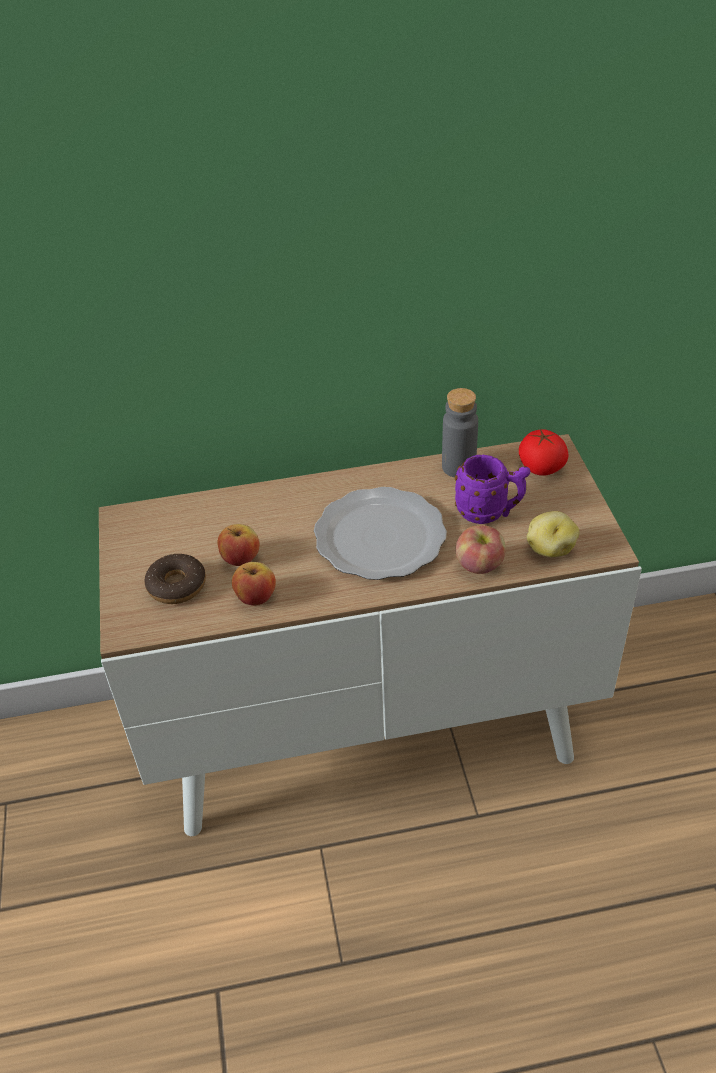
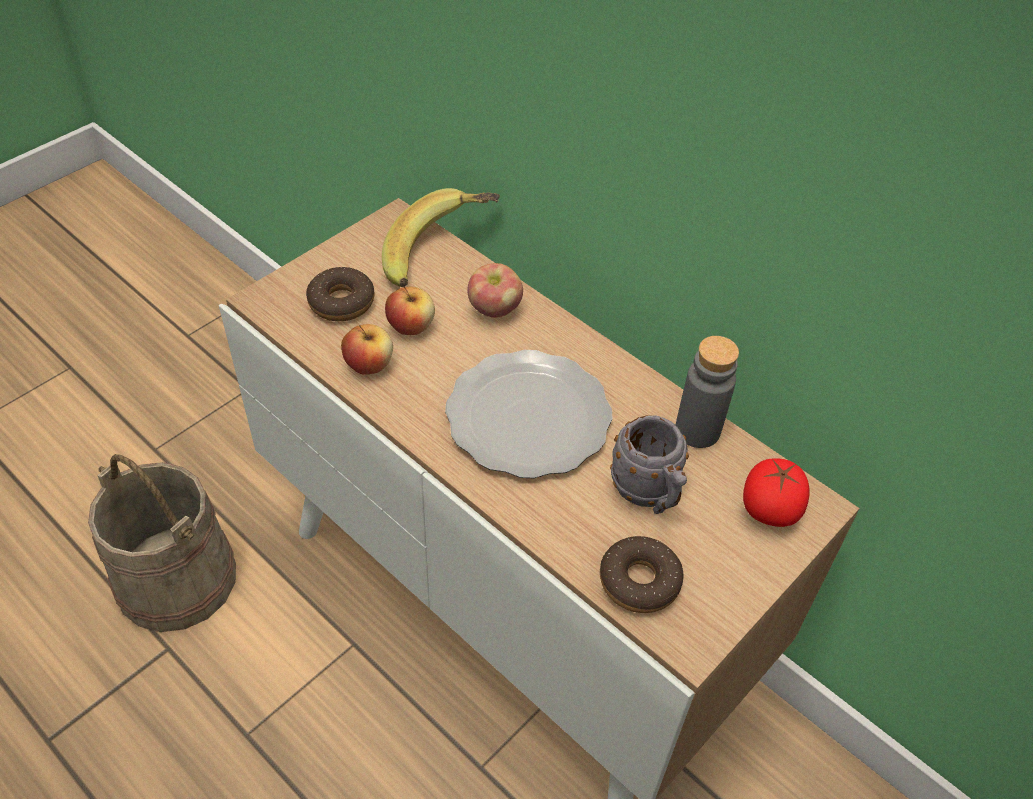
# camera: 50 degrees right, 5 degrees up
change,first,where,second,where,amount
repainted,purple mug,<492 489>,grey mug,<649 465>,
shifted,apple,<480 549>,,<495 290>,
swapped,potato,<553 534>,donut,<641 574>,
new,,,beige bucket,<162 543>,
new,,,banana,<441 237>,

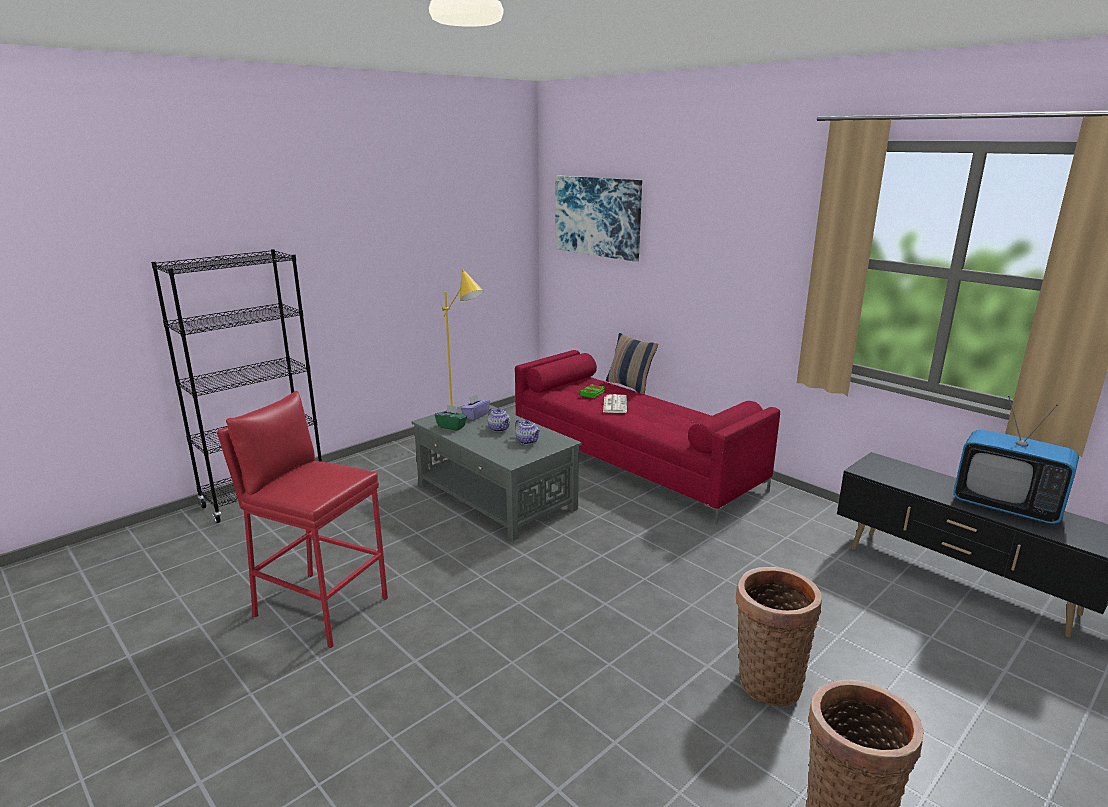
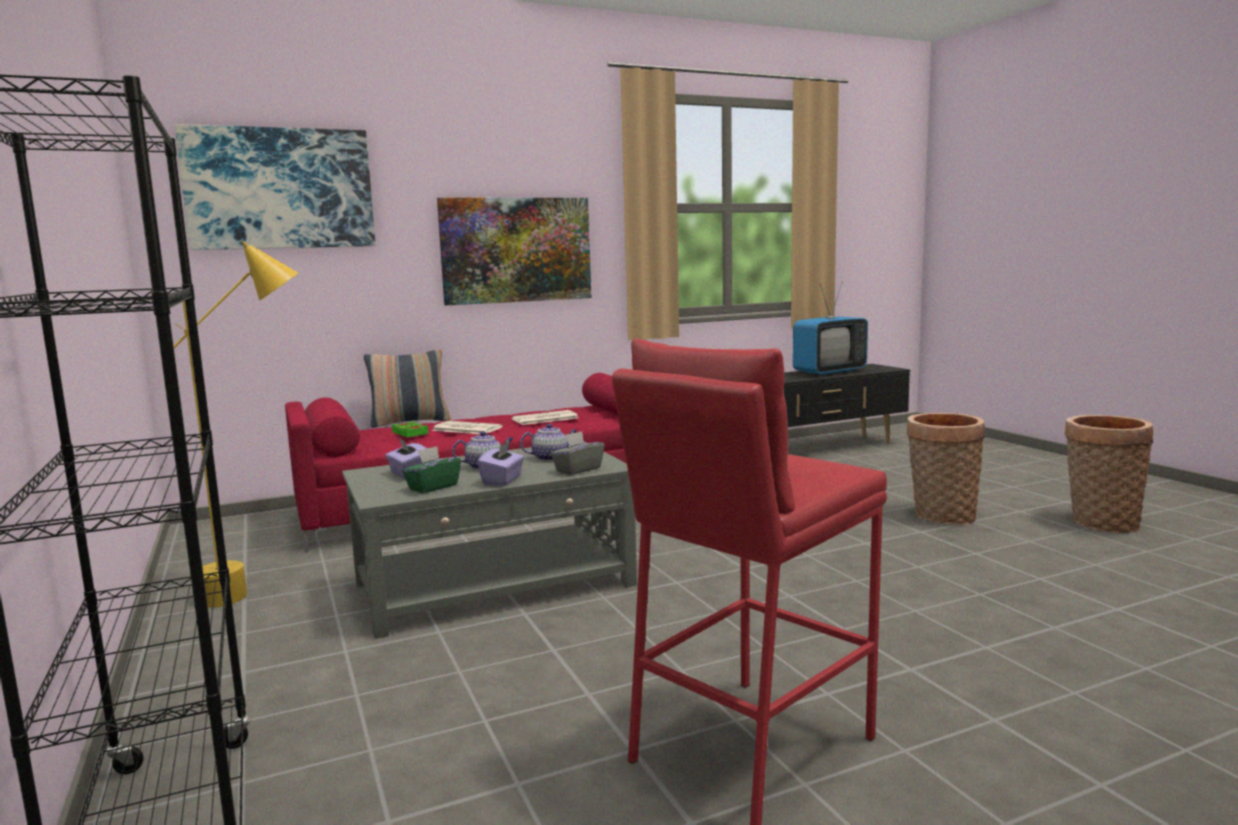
# camera: 70 degrees left, 10 degrees down
change,first,where,second,where,amount
new,,,picture,<514 251>,
new,,,purple tissue box,<500 463>,
new,,,newspaper,<545 417>,
new,,,grey tissue box,<578 453>,

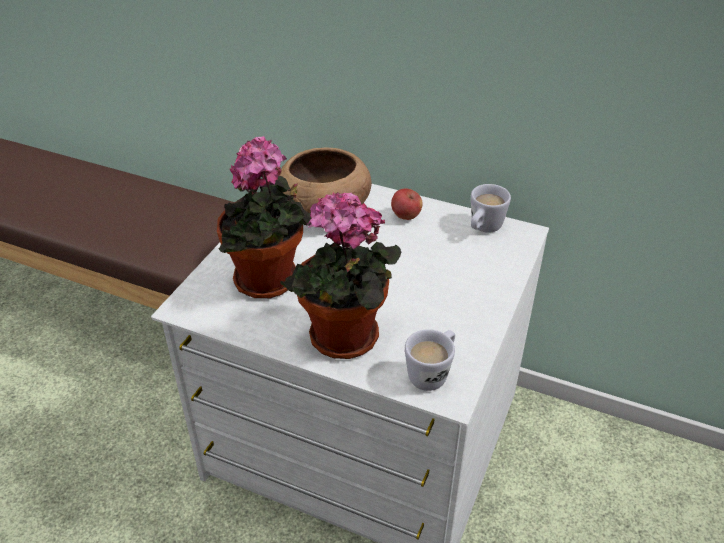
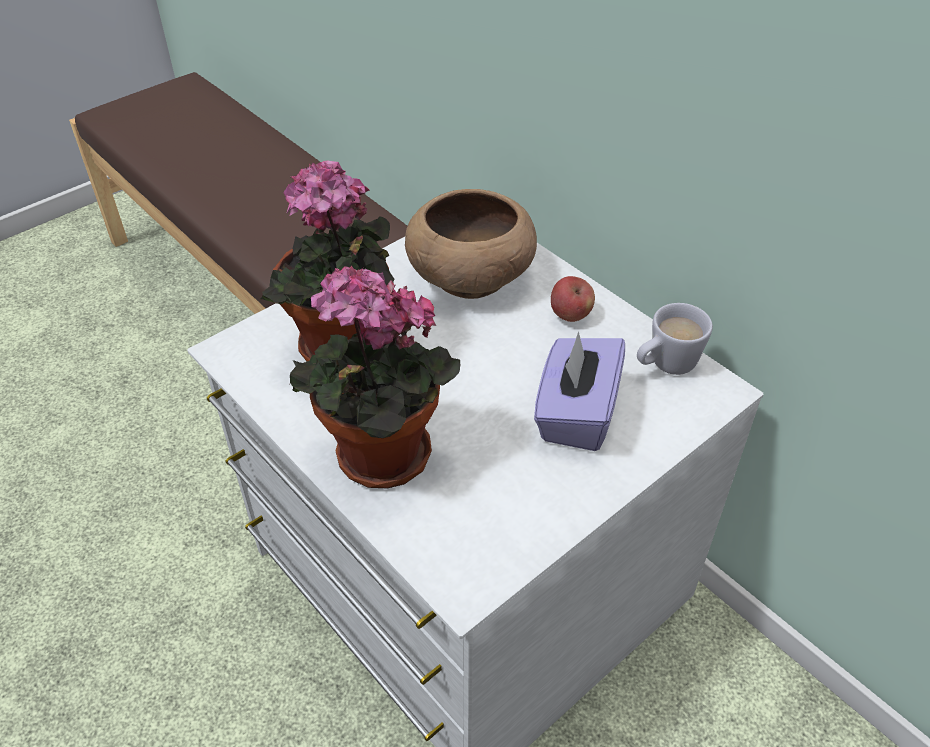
# camera: 25 degrees right, 5 degrees up
change,first,where,second,where,amount
gone,white mug,<430 360>,,,
new,,,purple tissue box,<579 391>,

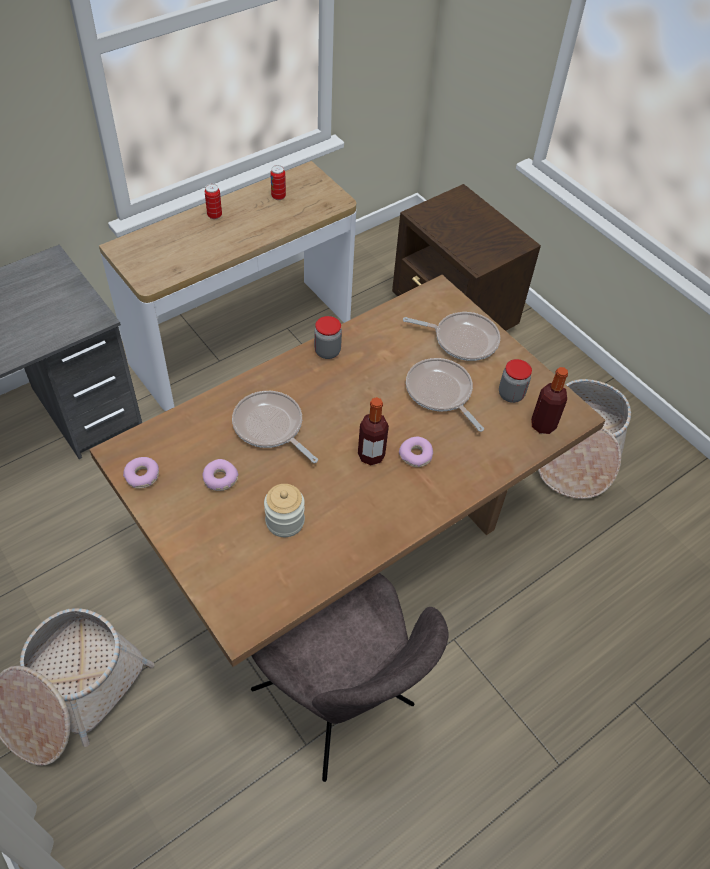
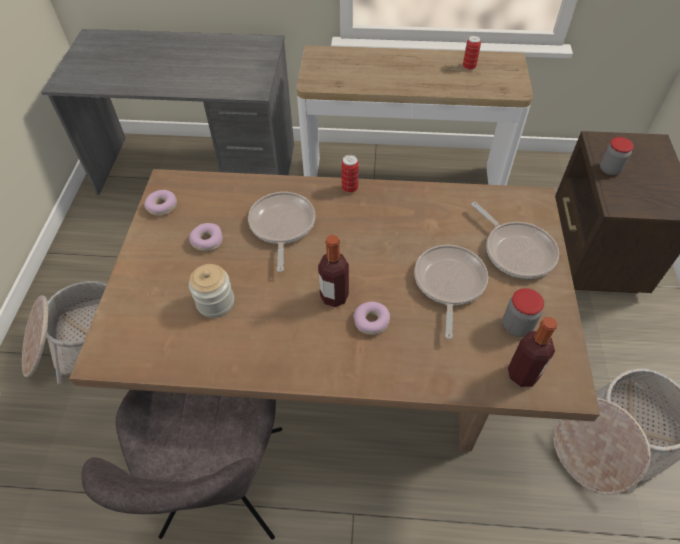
# camera: 45 degrees right, 0 degrees up
change,first,where,second,where,amount
shifted,can,<213 201>,,<350 174>,
shifted,jar,<328 337>,,<617 156>,

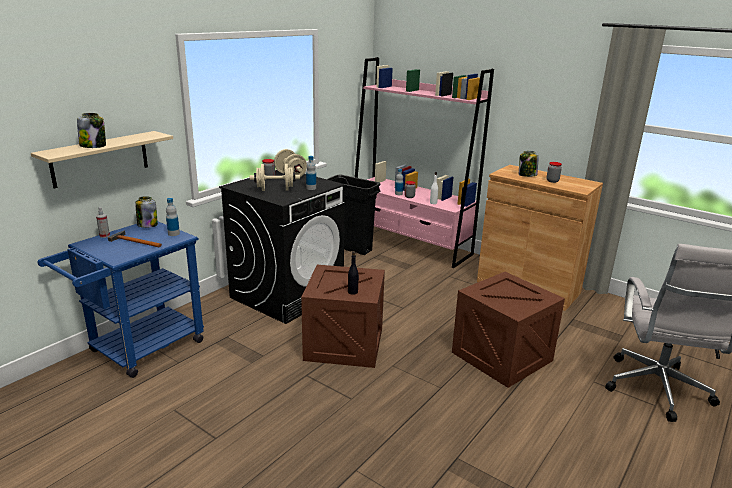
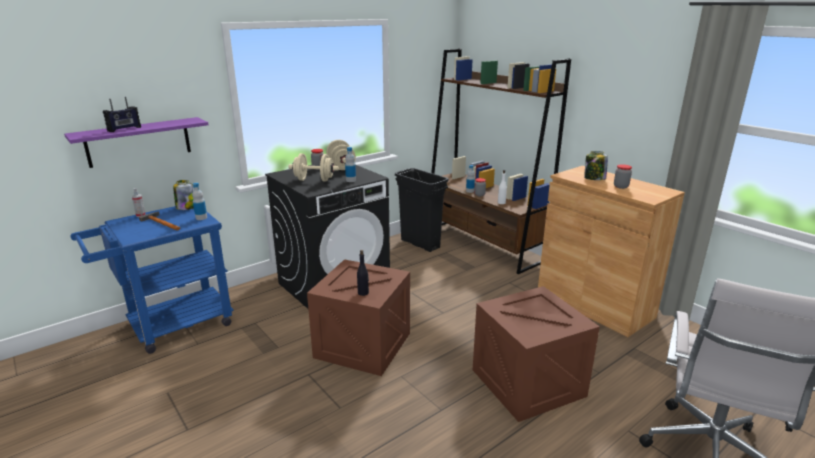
# camera: 15 degrees right, 0 degrees up
change,first,where,second,where,amount
repainted,beige shelf,<102 160>,purple shelf,<136 142>,
swapped,jar,<91 130>,radio,<122 114>,
repainted,pink bookcase,<424 162>,brown bookcase,<501 161>,

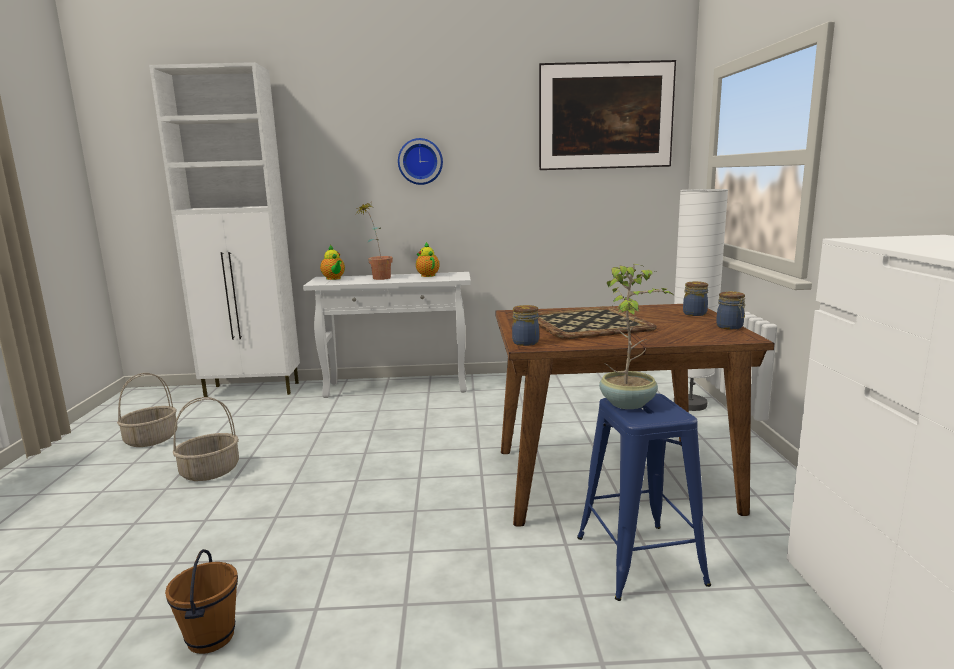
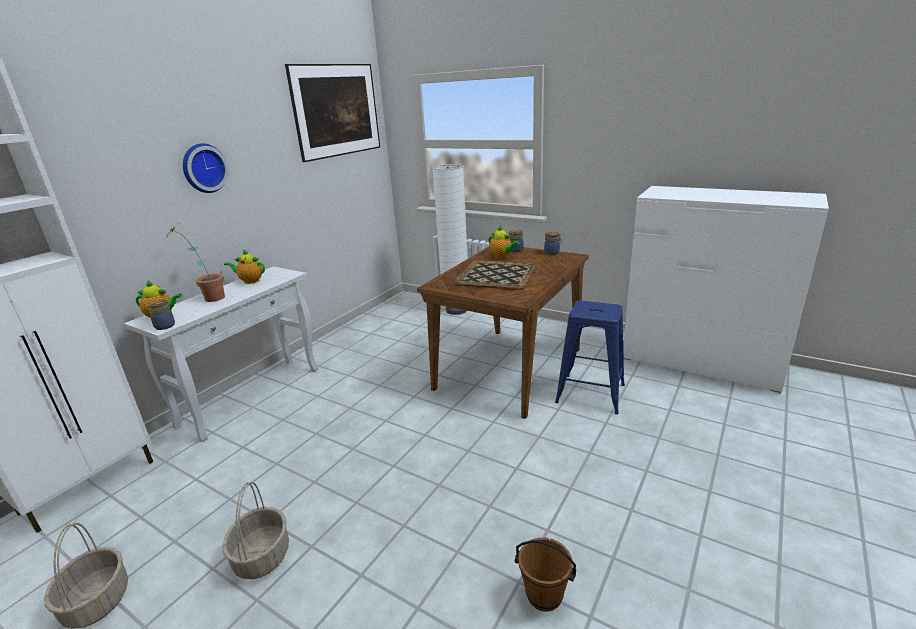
# camera: 55 degrees left, 10 degrees up
change,first,where,second,where,amount
shifted,jar,<525 325>,,<161 314>,
gone,potted plant,<636 336>,,,
new,,,teapot,<504 242>,

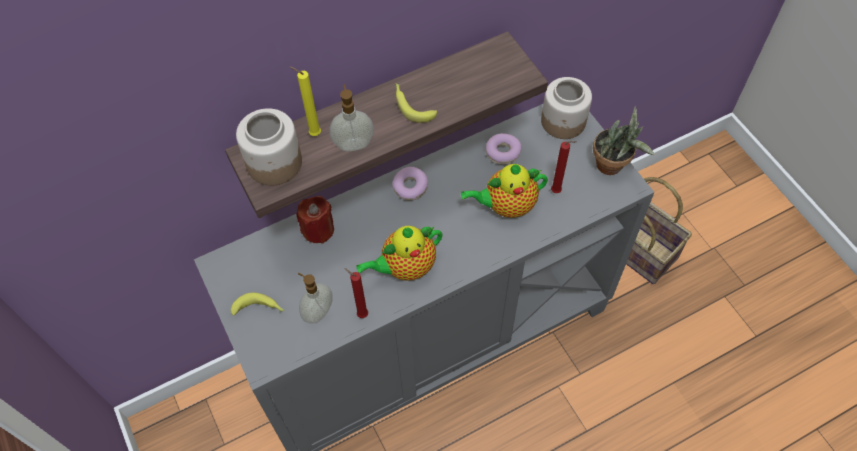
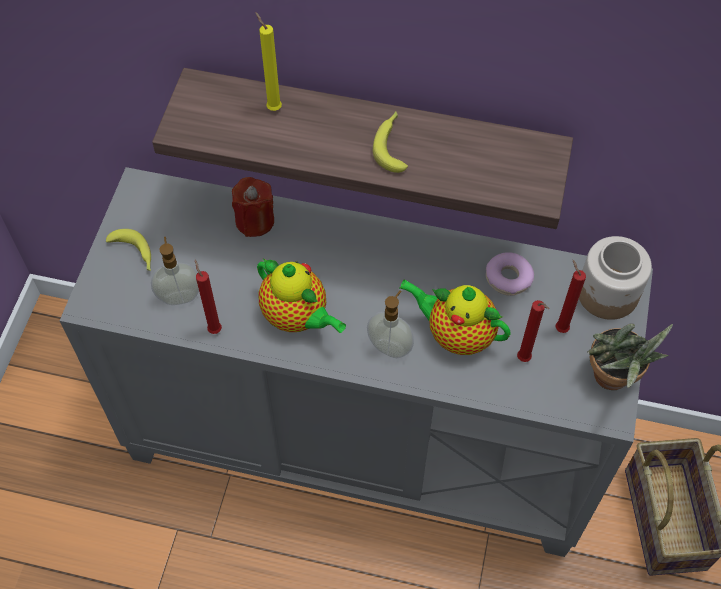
# camera: 40 degrees right, 0 degrees up
change,first,where,second,where,amount
gone,jar,<269 146>,,,
shifted,soap dispenser,<352 117>,,<390 324>,
rotated,teapot,<399 253>,,<301 296>,150 degrees counterclockwise
gone,donut,<410 184>,,,
new,,,red candle,<570 296>,

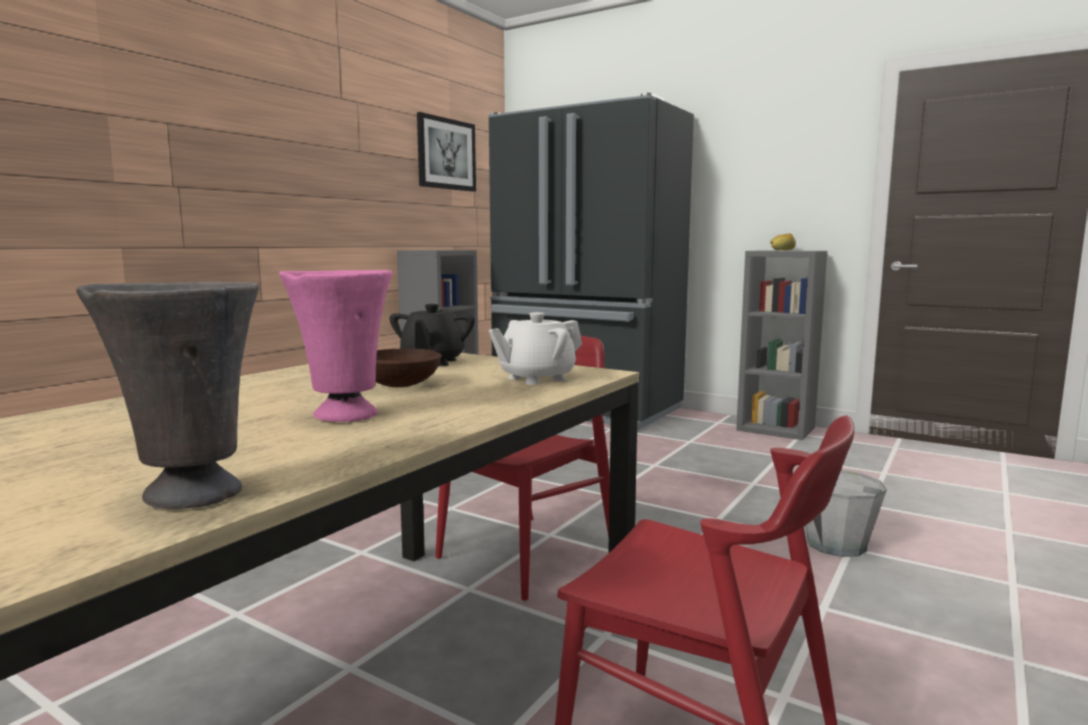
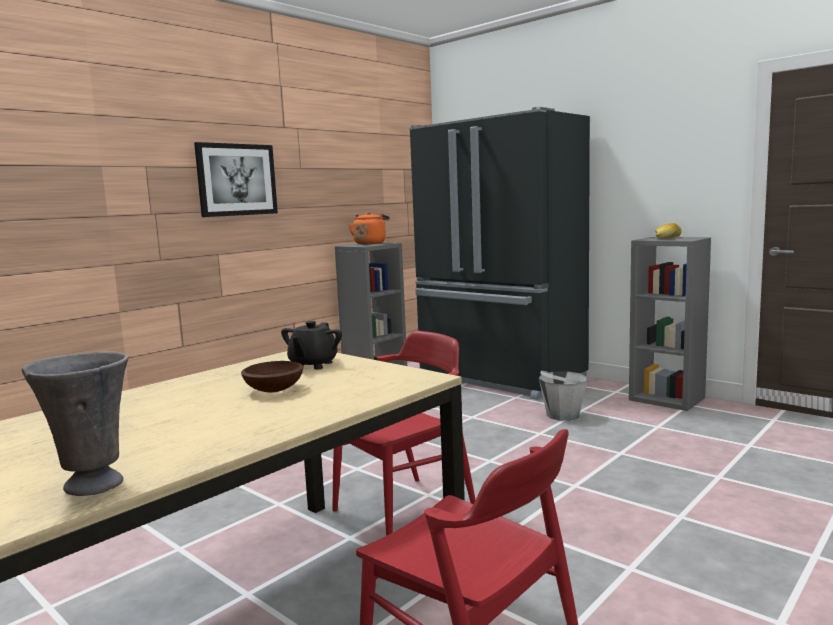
# camera: 10 degrees right, 0 degrees up
change,first,where,second,where,amount
gone,pink vase,<336 346>,,,
shifted,picture,<446 151>,,<236 179>,
gone,white teapot,<535 348>,,,
shifted,grey bucket,<846 513>,,<563 396>,
new,,,orange kettle,<369 228>,

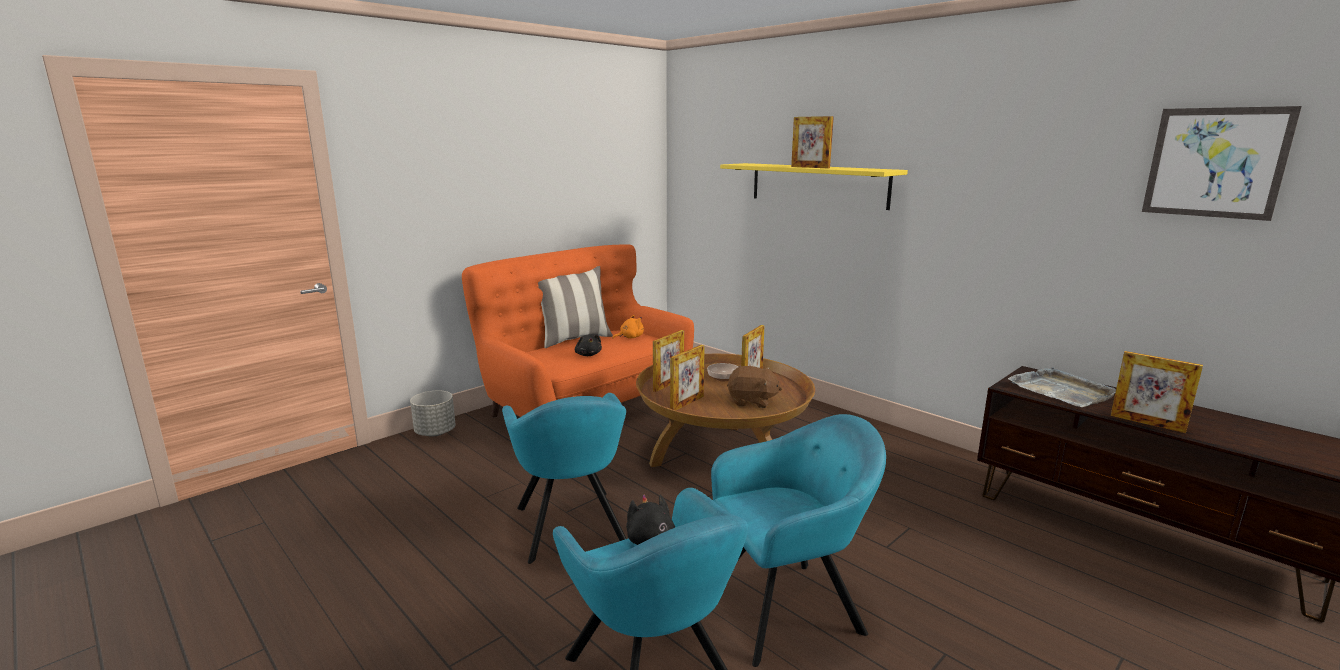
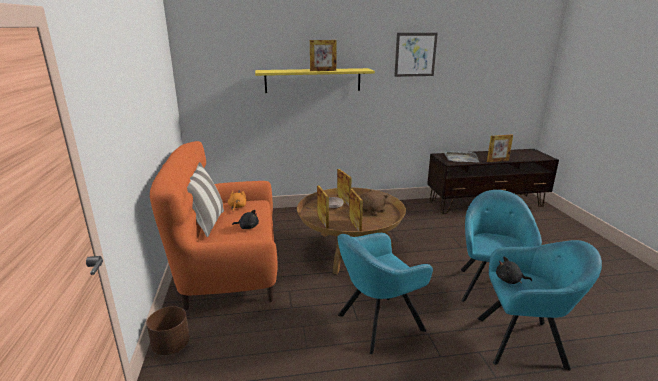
# camera: 55 degrees left, 5 degrees up
change,first,where,second,where,amount
repainted,grey planter,<433 413>,brown planter,<168 330>,
rotated,turquoise armchair,<564 478>,,<385 293>,135 degrees clockwise
shifted,picture,<1222 163>,,<416 55>,

